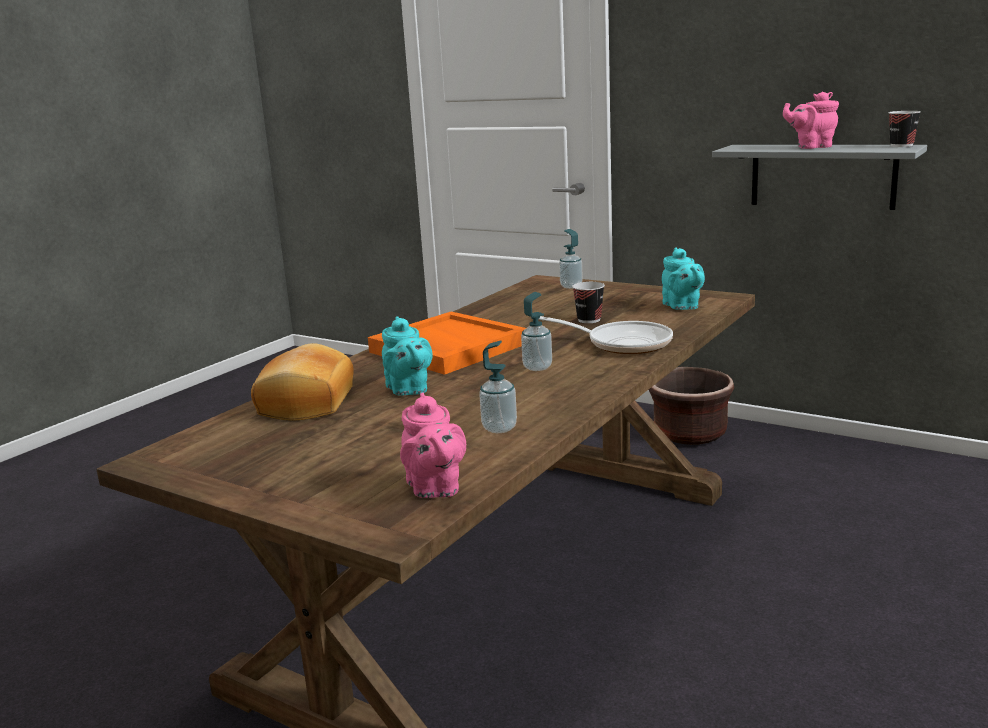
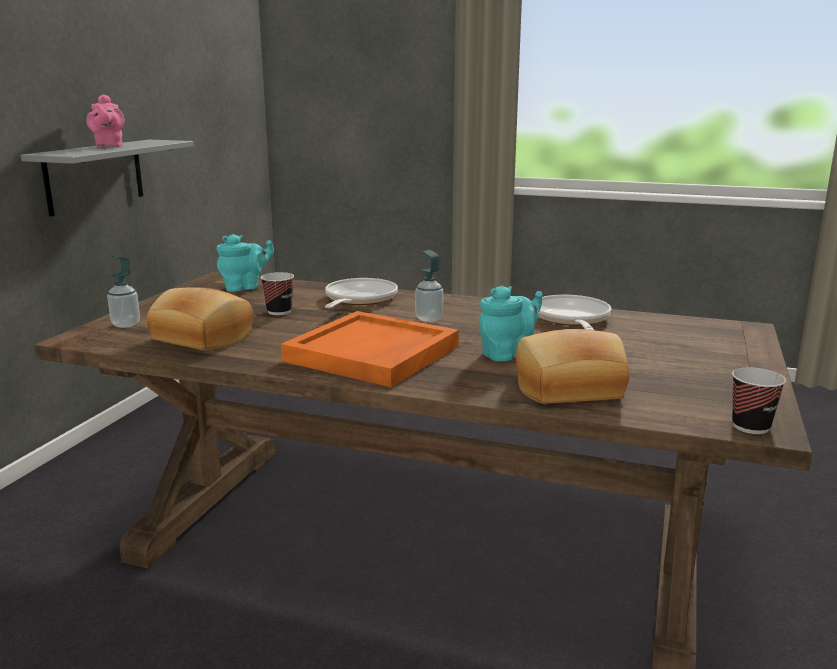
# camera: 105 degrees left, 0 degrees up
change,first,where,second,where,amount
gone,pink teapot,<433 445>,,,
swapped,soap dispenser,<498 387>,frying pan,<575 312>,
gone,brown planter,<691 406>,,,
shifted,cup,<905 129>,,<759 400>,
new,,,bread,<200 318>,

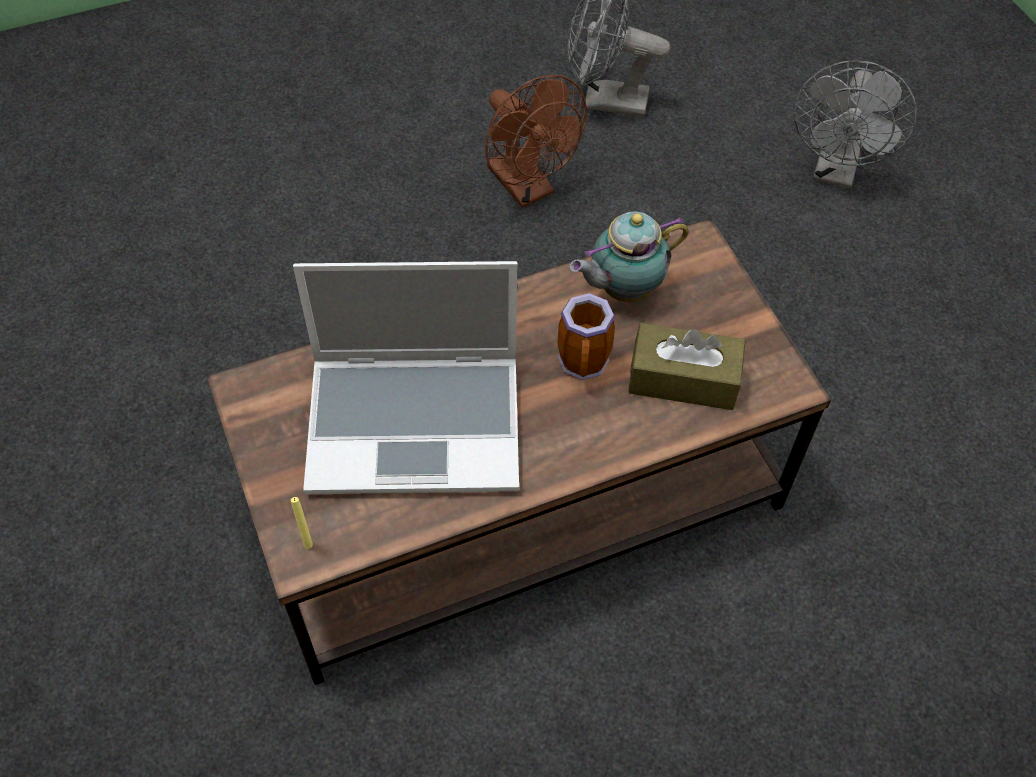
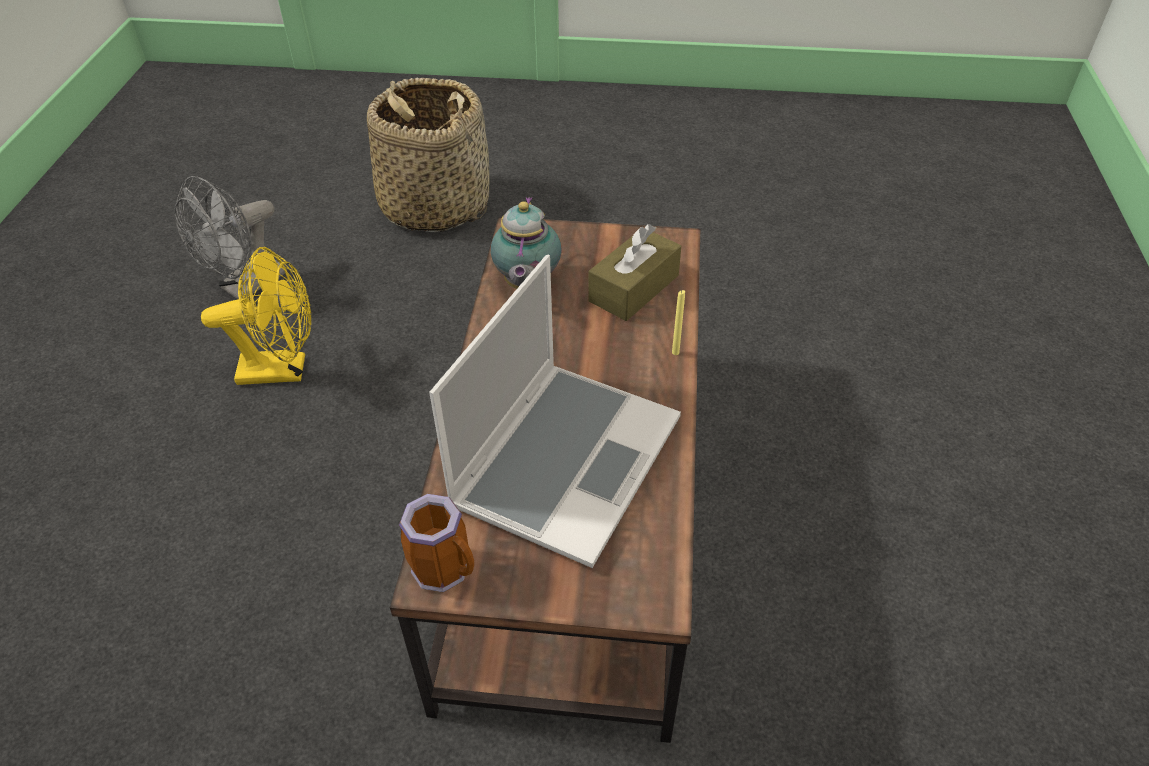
# camera: 60 degrees left, 10 degrees down
change,first,where,second,where,amount
shifted,yellow candle,<302 523>,,<678 322>,
repainted,brown fan,<536 141>,yellow fan,<256 316>,
shifted,mug,<586 336>,,<436 543>,
swapped,grey fan,<855 124>,basket,<428 154>,

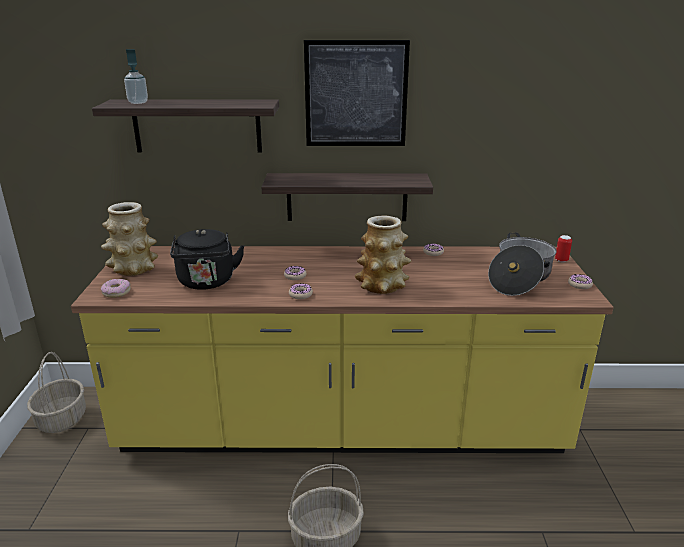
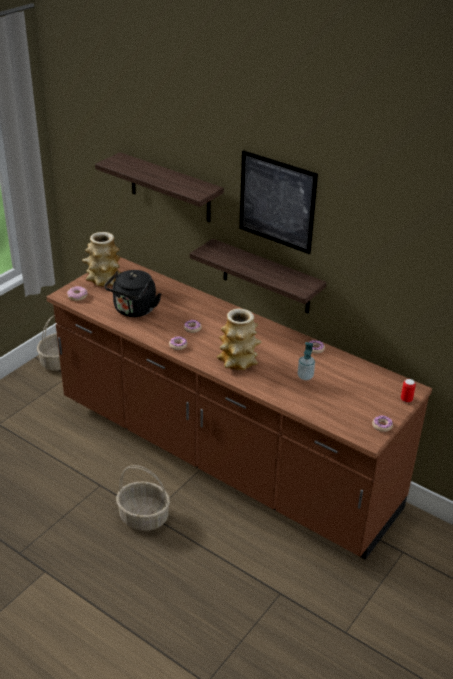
# camera: 35 degrees right, 10 degrees up
change,first,where,second,where,amount
repainted,yellow counter,<342 349>,brown counter,<239 408>,
shifted,soap dispenser,<136 76>,,<306 361>,
gone,cooking pot,<522 264>,,,

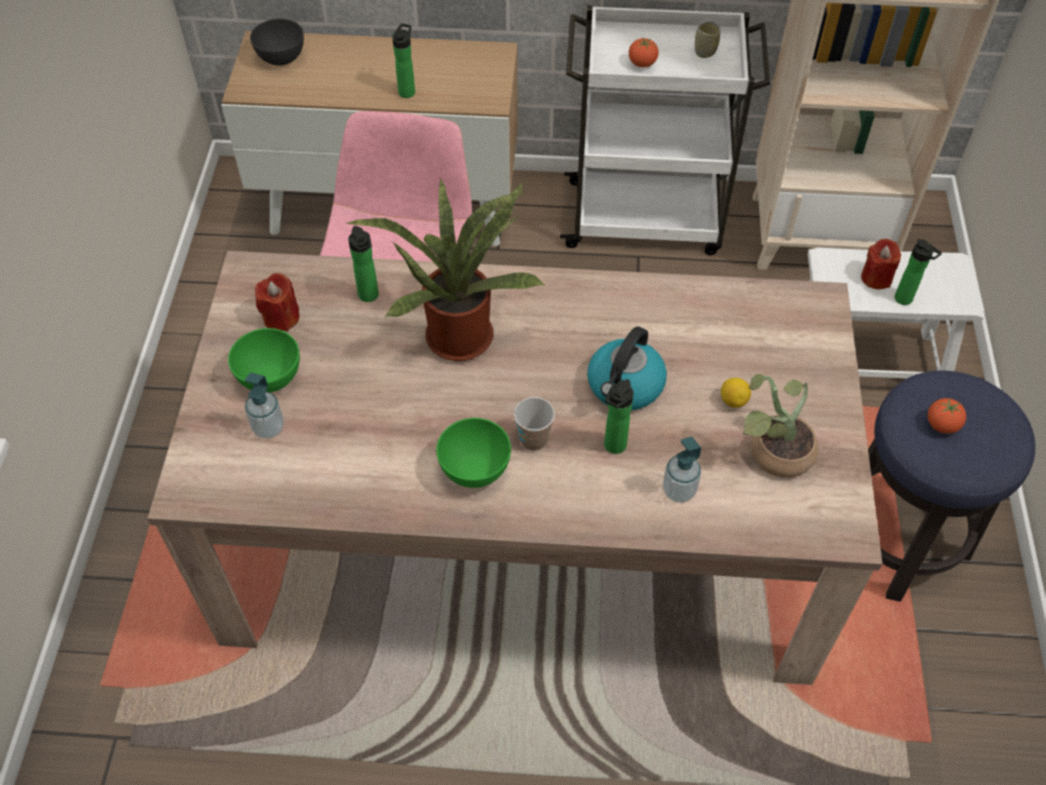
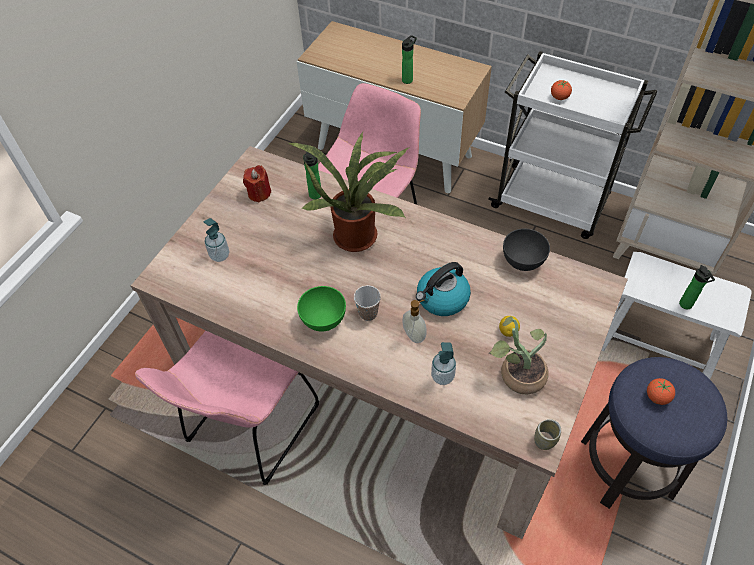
# camera: 25 degrees right, 0 degrees up
change,first,where,second,where,amount
gone,green bowl,<264 360>,,,
shifted,grey bowl,<277 42>,,<526 250>,
swapped,bottle,<619 416>,soap dispenser,<414 321>,
shifted,cup,<707 39>,,<547 434>,
gone,red candle,<881 264>,,,
new,,,pink chair,<227 408>,

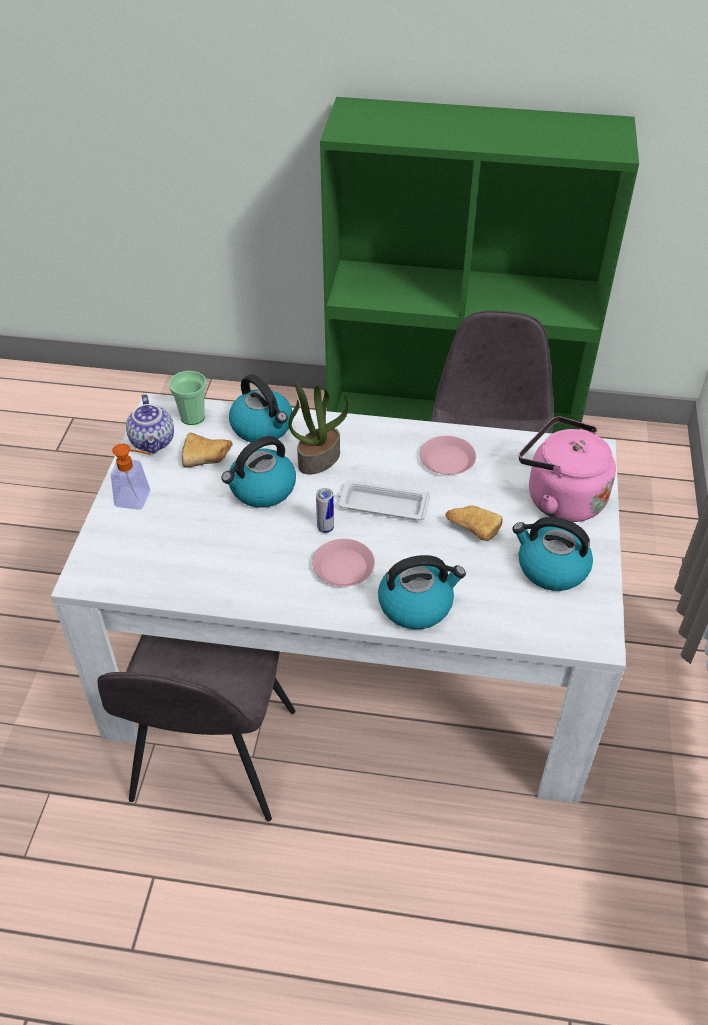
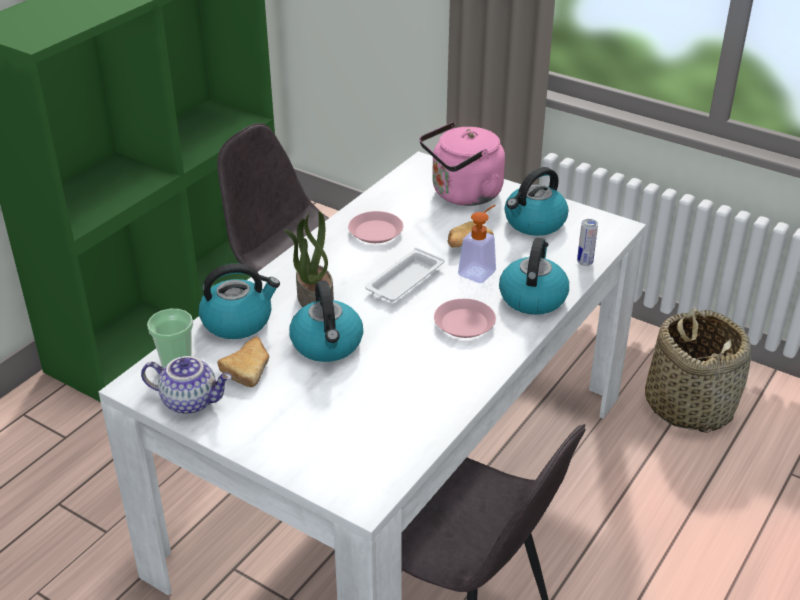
# camera: 65 degrees left, 10 degrees down
change,first,where,second,where,amount
shifted,soap dispenser,<131 477>,,<477 244>,
shifted,can,<325 510>,,<587 242>,
new,,,basket,<698 371>,

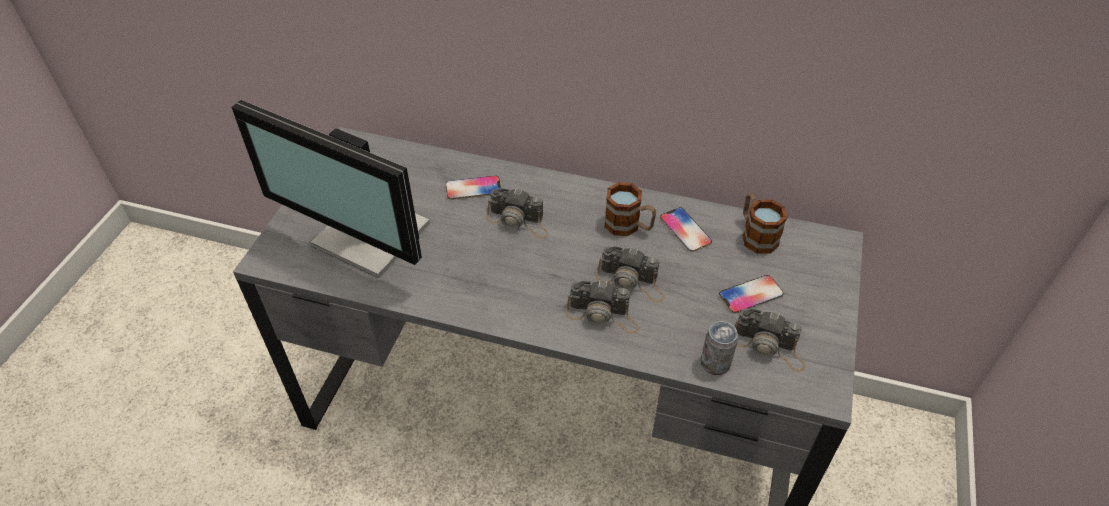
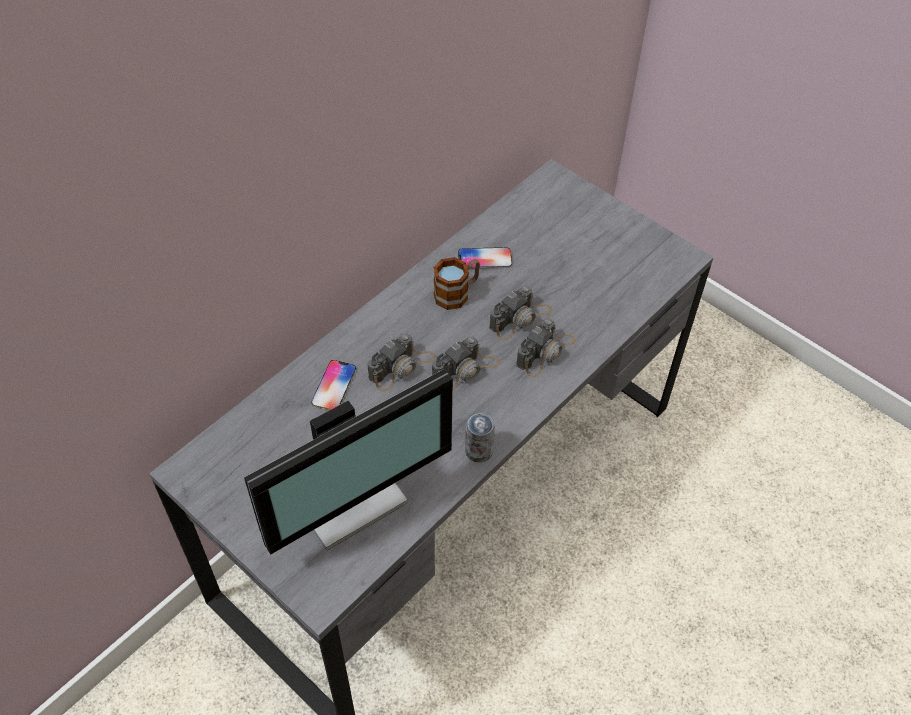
# camera: 65 degrees left, 5 degrees up
change,first,where,second,where,amount
shifted,can,<719 348>,,<480 438>,
gone,phone,<751 294>,,,
shifted,photo camera,<770 340>,,<466 363>,
gone,mug,<765 223>,,,

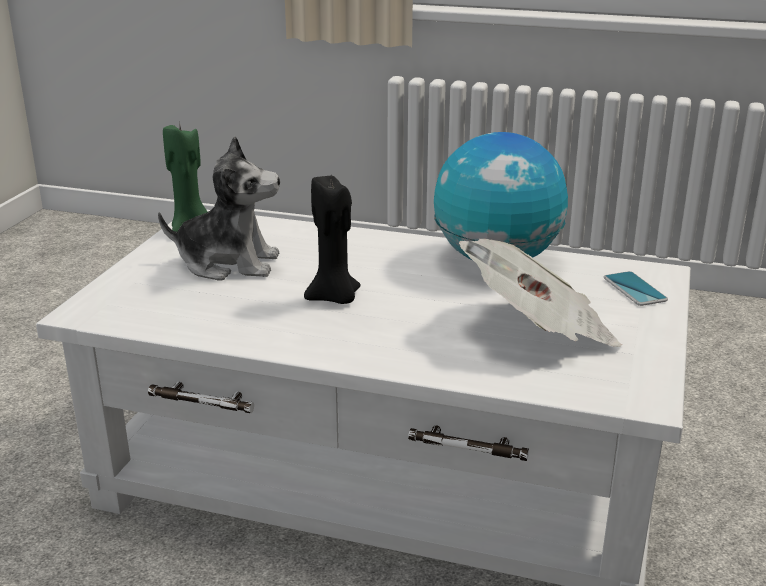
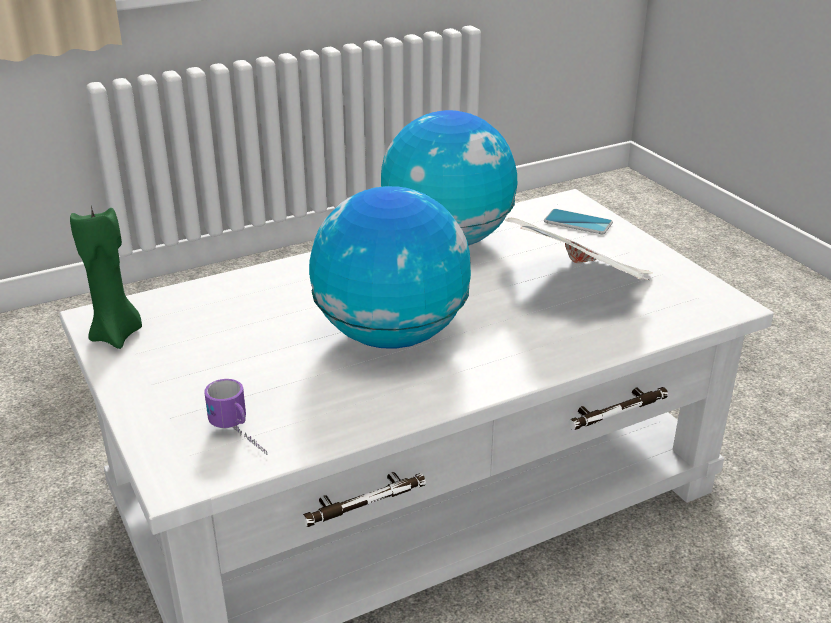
# camera: 45 degrees left, 5 degrees up
change,first,where,second,where,amount
gone,plush toy,<219 208>,,,
swapped,black candle,<332 239>,globe,<390 267>,
new,,,mug,<235 417>,

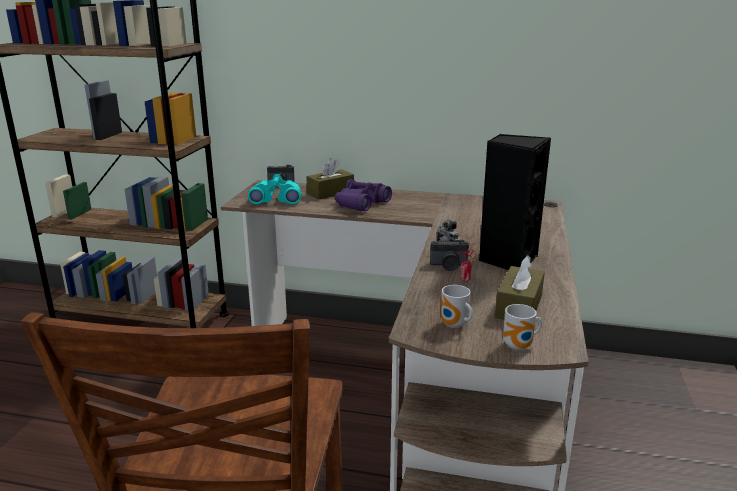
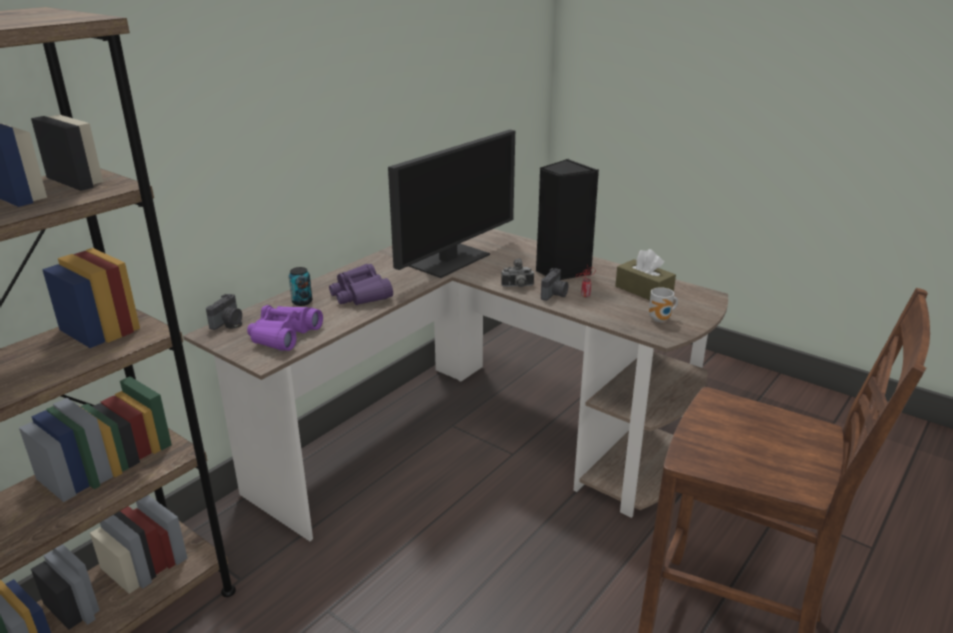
# camera: 65 degrees left, 5 degrees up
change,first,where,second,where,amount
repainted,turquoise binoculars,<275 189>,purple binoculars,<285 328>,
swapped,brown tissue box,<330 178>,can,<300 286>,
gone,mug,<522 327>,,,
new,,,monitor,<451 204>,

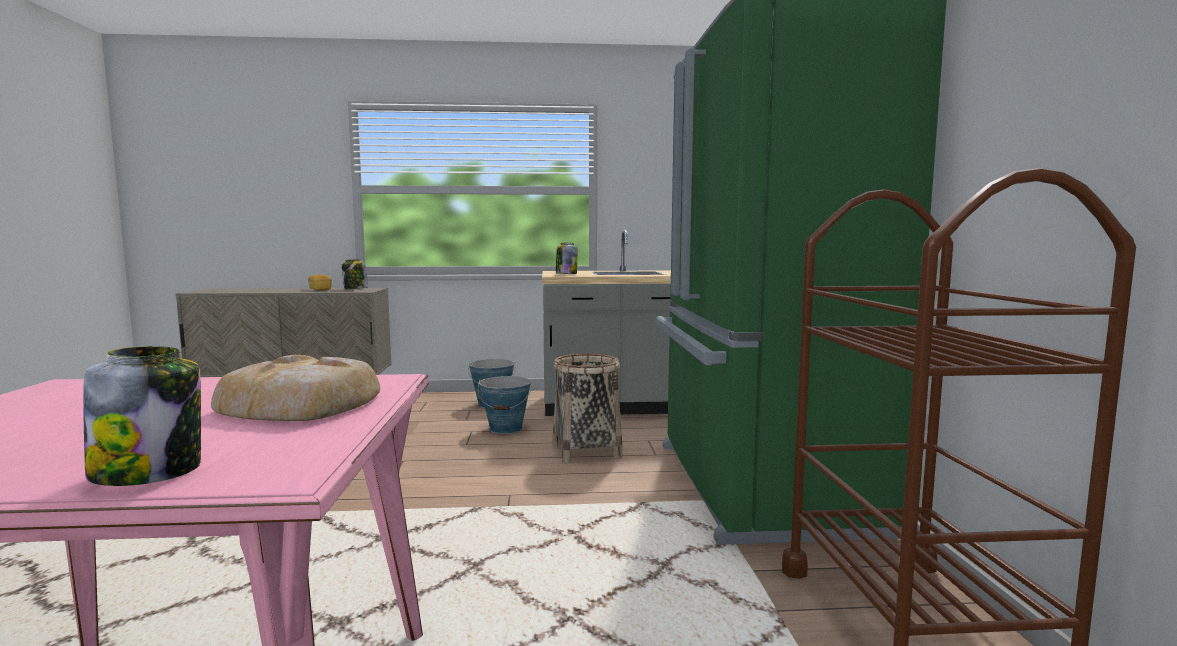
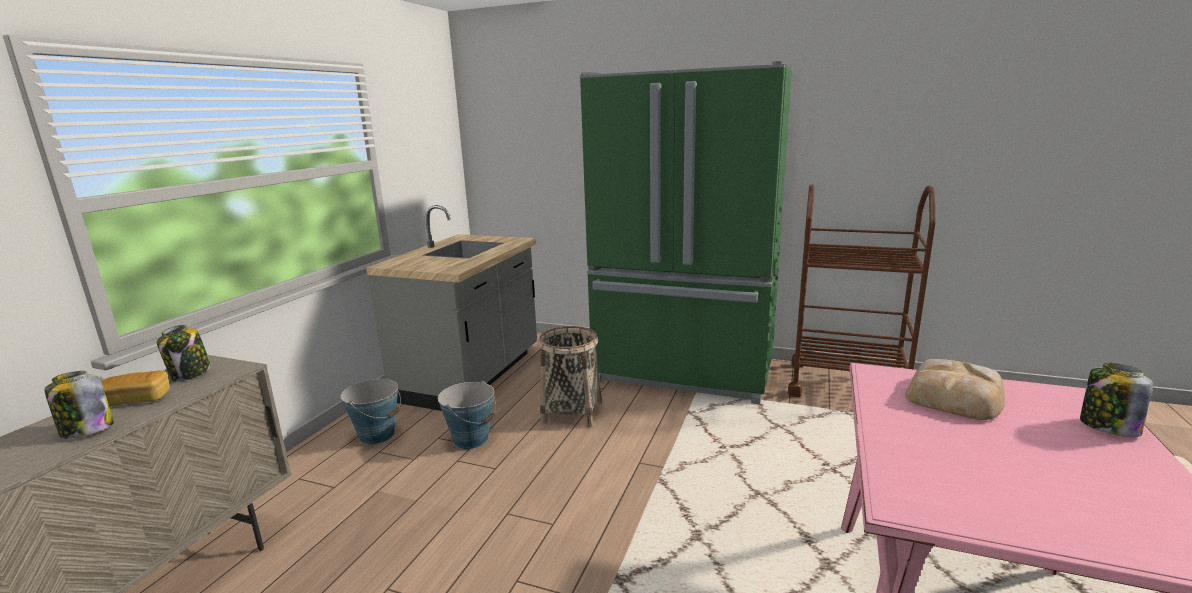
# camera: 65 degrees left, 10 degrees up
change,first,where,second,where,amount
shifted,jar,<567 258>,,<79 404>,

